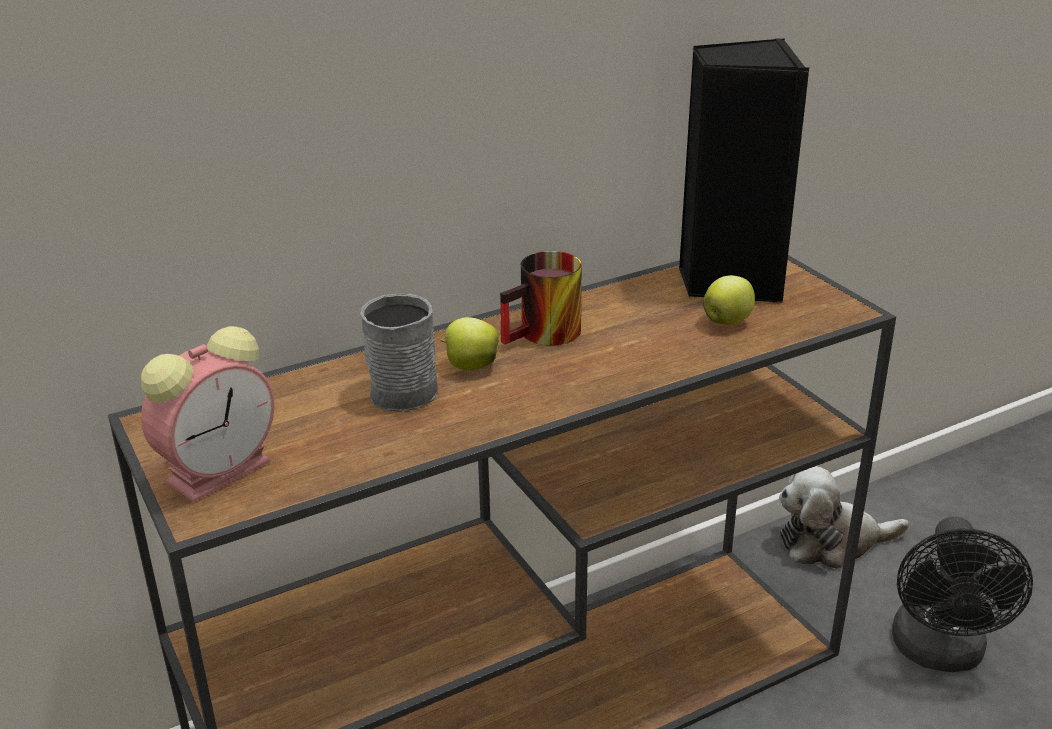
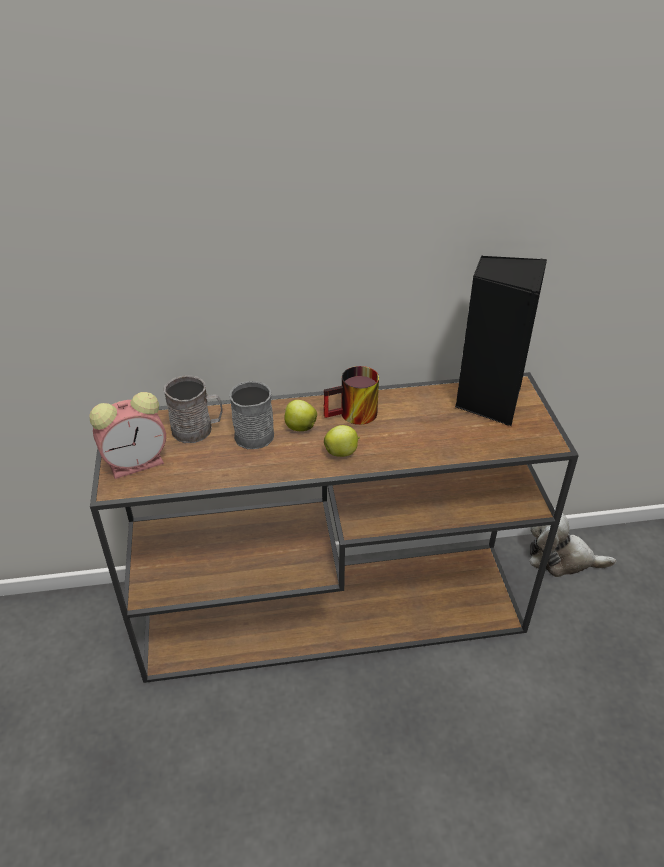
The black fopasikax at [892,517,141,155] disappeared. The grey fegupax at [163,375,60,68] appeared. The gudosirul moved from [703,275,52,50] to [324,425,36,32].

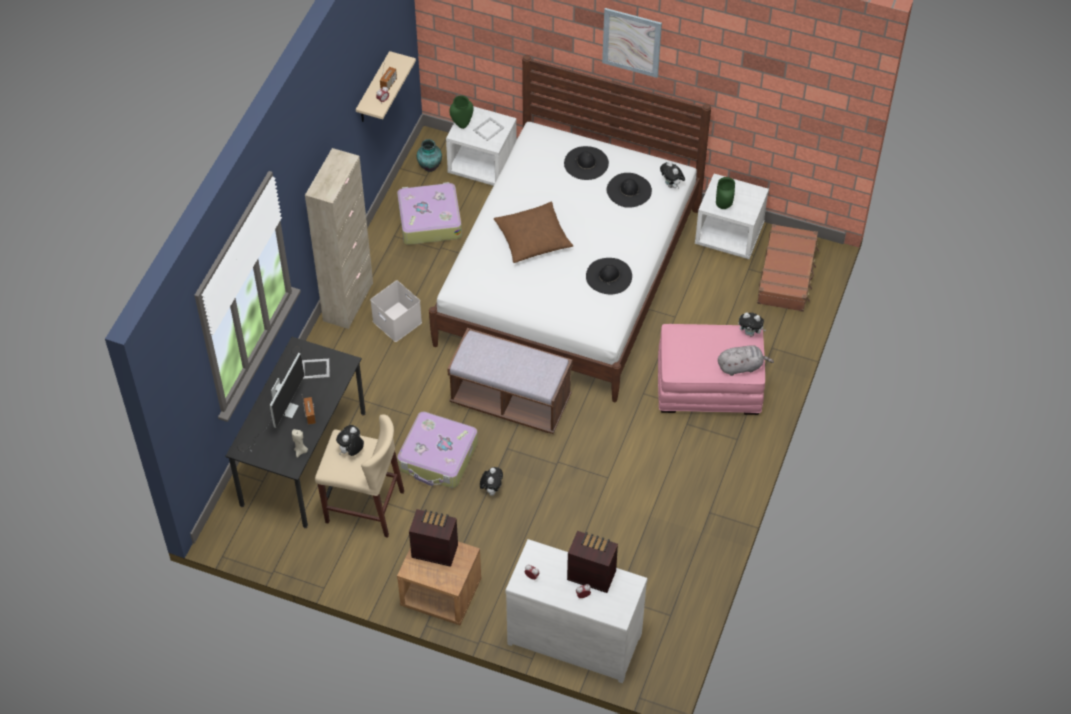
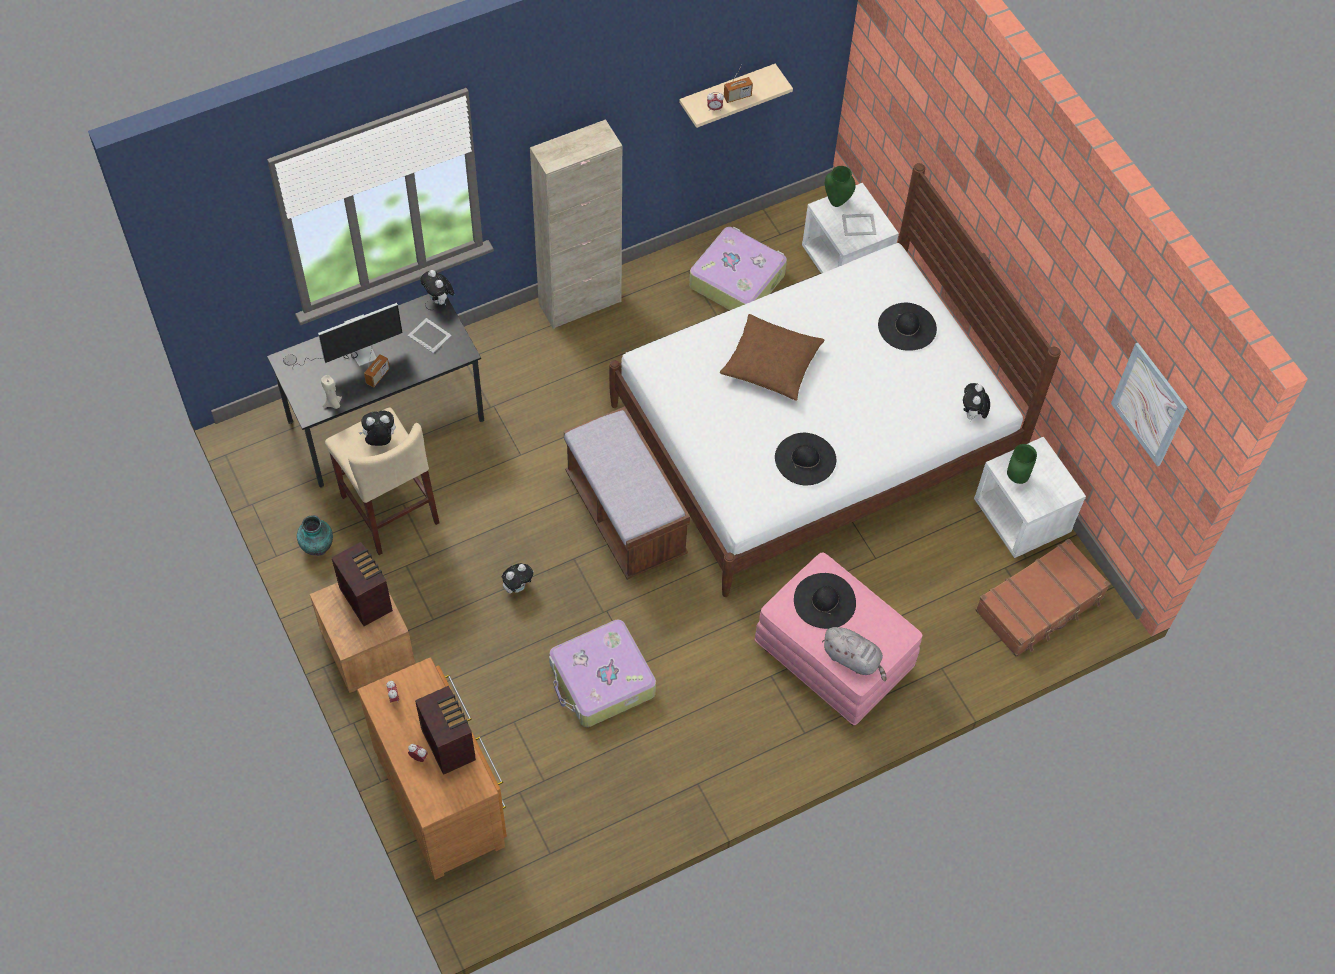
The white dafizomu at [370,280,52,62] disappeared. The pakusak moved from [397,412,81,76] to [549,619,107,108]. The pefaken moved from [417,139,25,33] to [297,515,36,41]. The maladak moved from [602,8,60,70] to [1111,343,76,124]. The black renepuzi moved from [606,173,46,35] to [794,573,62,56]. The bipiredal moved from [738,313,28,23] to [420,270,34,36]. The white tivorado at [505,539,142,144] became the brown tivorado at [357,657,150,223].

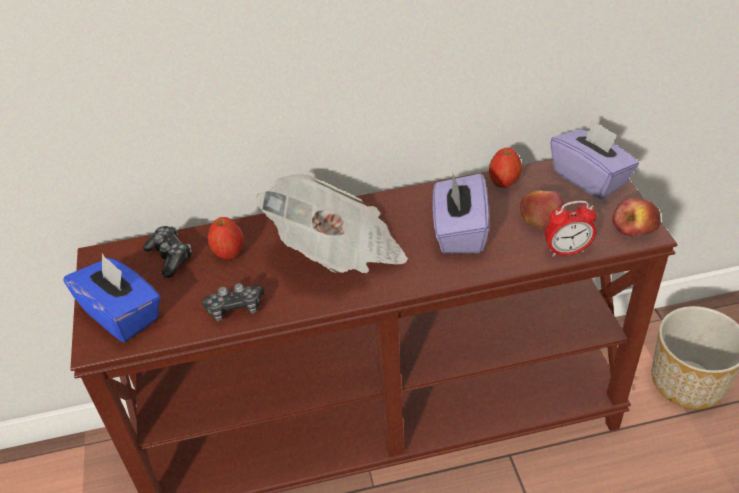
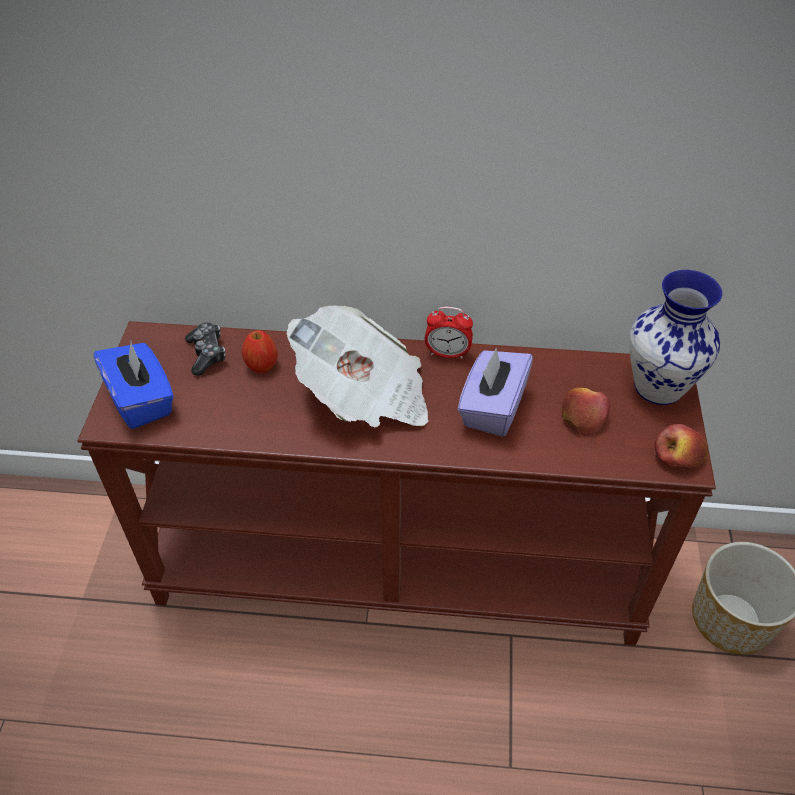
The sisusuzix at [202,283,62,38] disappeared. The gudosirul at [489,148,33,40] disappeared. The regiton moved from [545,201,52,56] to [425,306,48,53]. The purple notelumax at [550,120,89,80] was replaced by the pefaken at [629,270,93,135].

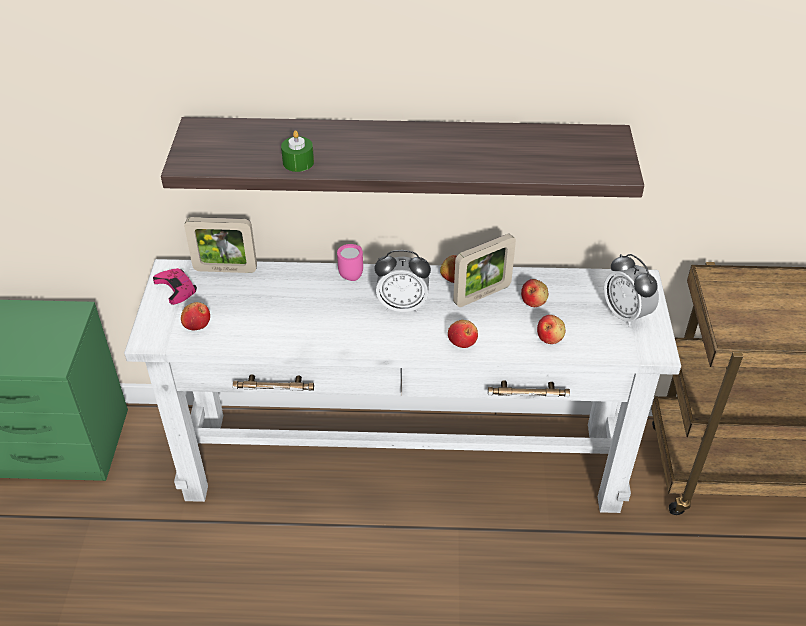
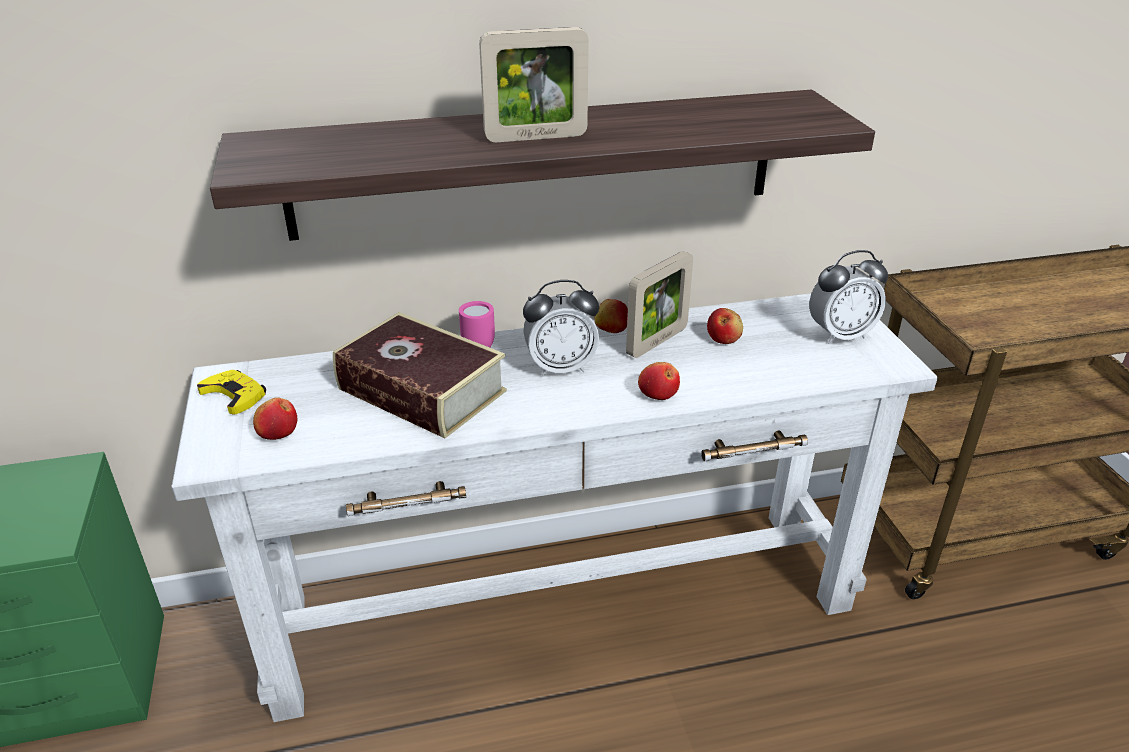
The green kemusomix at [281,130,33,42] disappeared. The gudosirul at [537,315,29,29] disappeared. The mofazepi at [333,312,174,126] appeared. The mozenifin moved from [184,217,73,56] to [479,27,110,115]. The pink sisusuzix at [153,268,44,37] became the yellow sisusuzix at [197,370,69,44]. The regiton at [604,254,55,73] turned 60 degrees counterclockwise.

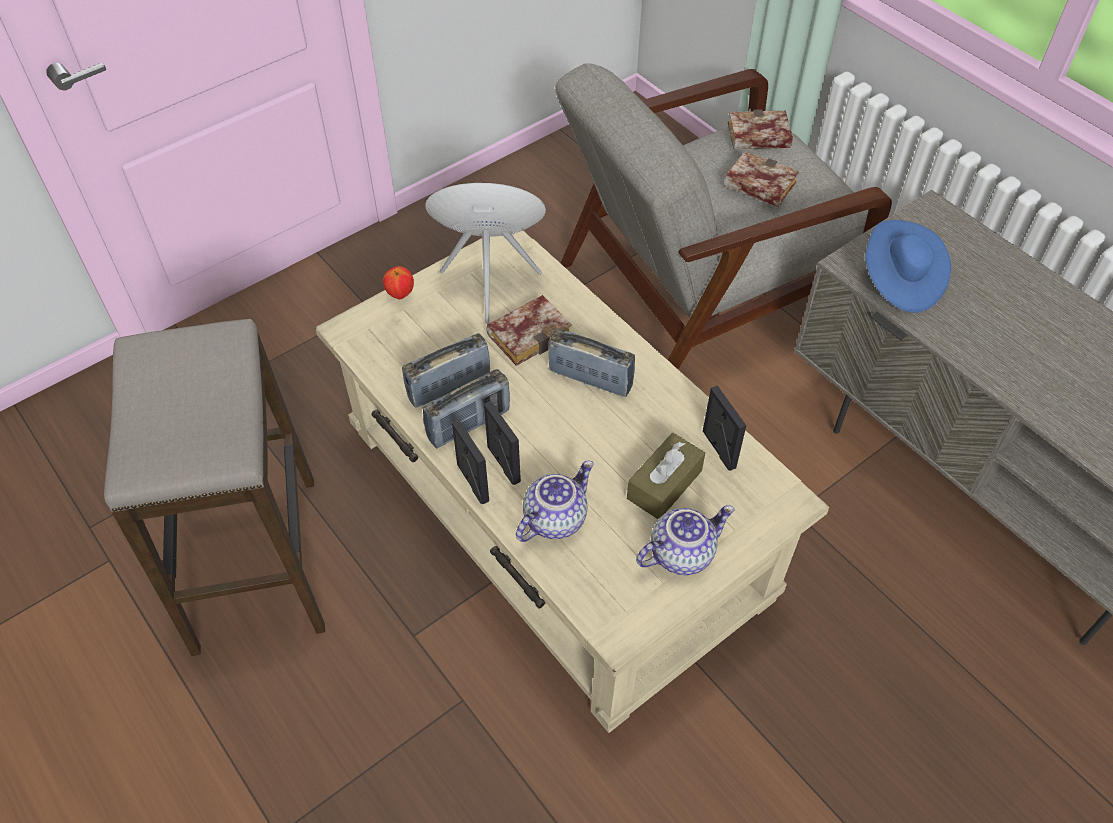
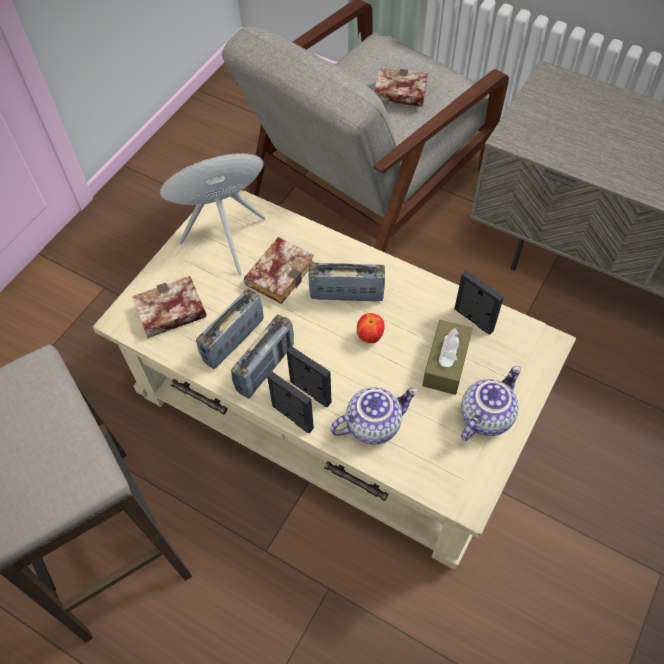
The blue renepuzi at [865,220,86,93] disappeared. The gudosirul moved from [383,266,31,33] to [357,313,28,30]. The mofazepi moved from [728,109,65,40] to [132,276,75,62]. The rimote at [516,460,78,82] turned 45 degrees clockwise.

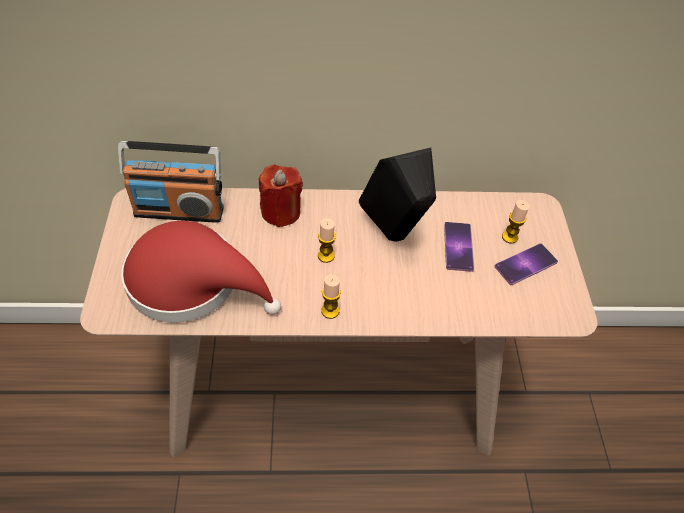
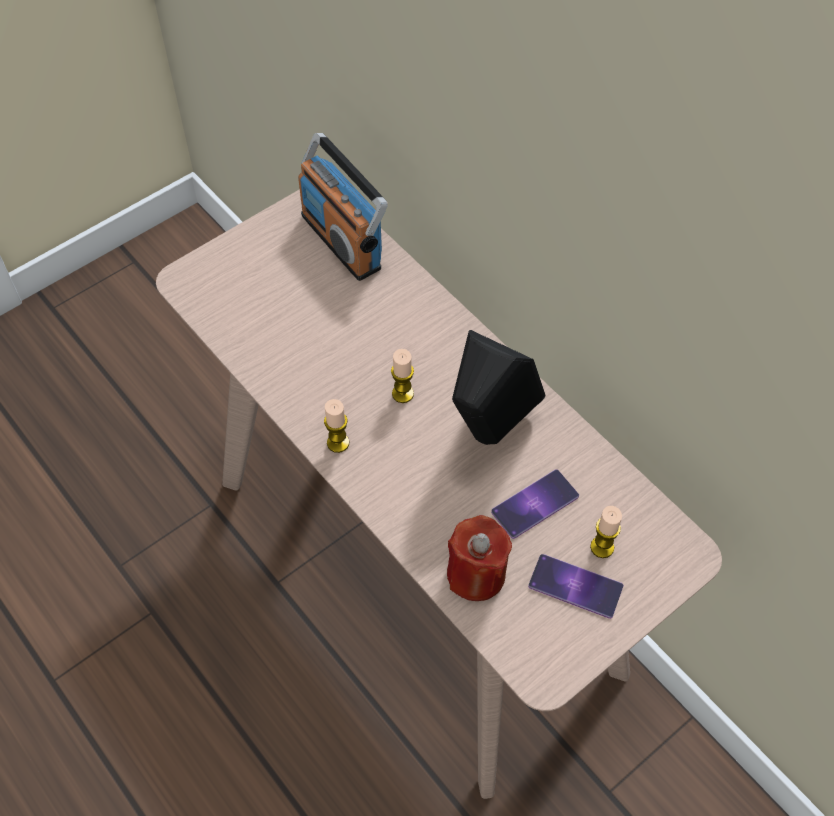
The red renepuzi at [121,221,160,102] disappeared. The red kemusomix moved from [259,165,44,62] to [447,515,65,86].

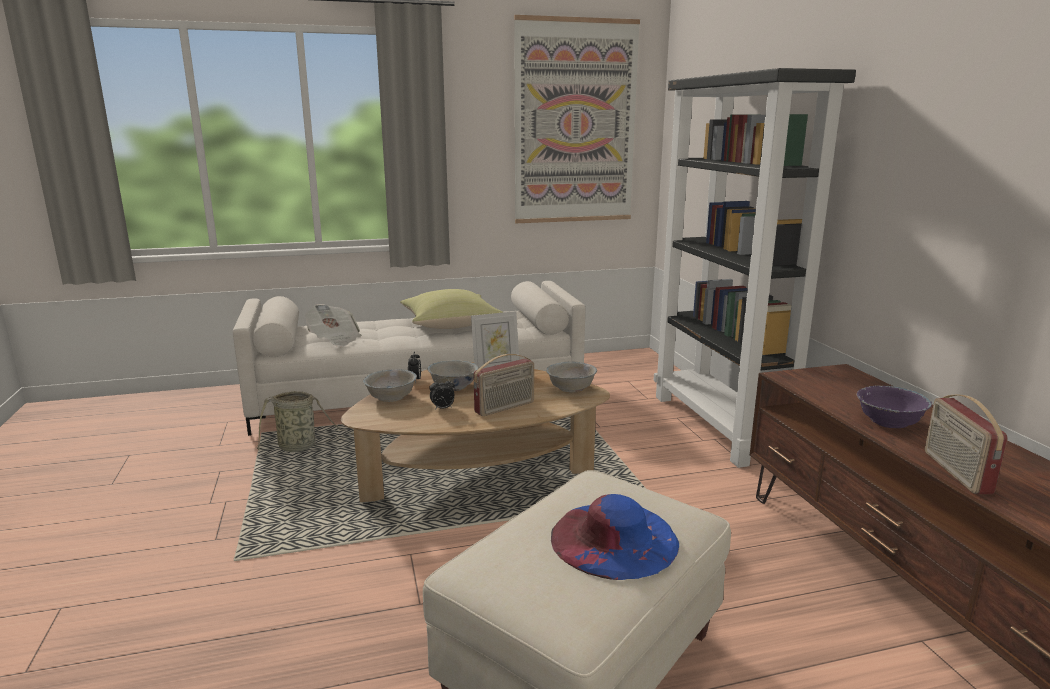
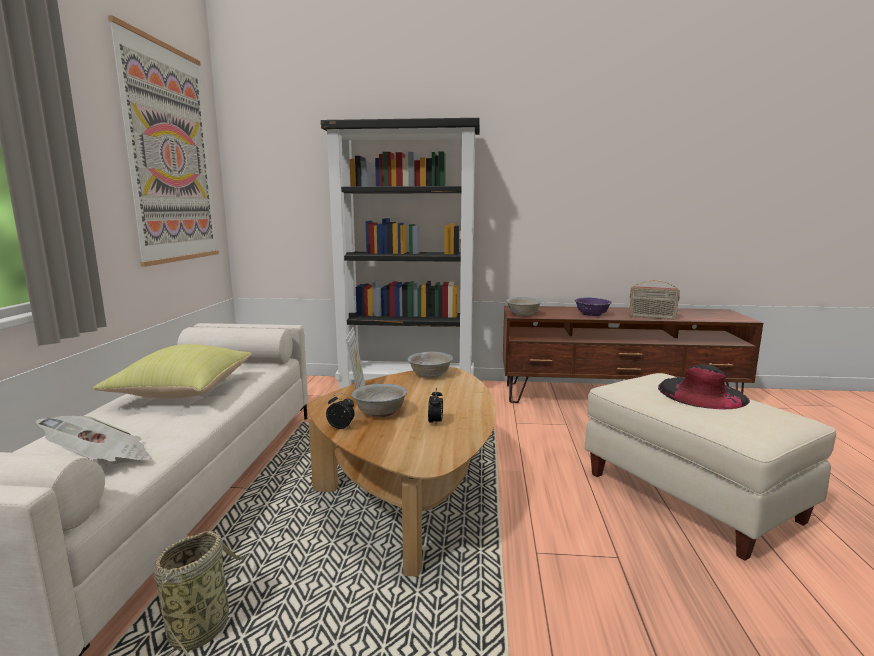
The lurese at [473,354,61,62] disappeared. The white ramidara moved from [363,369,54,33] to [506,297,36,19]. The blue renepuzi at [551,494,128,86] became the black renepuzi at [658,364,92,45].

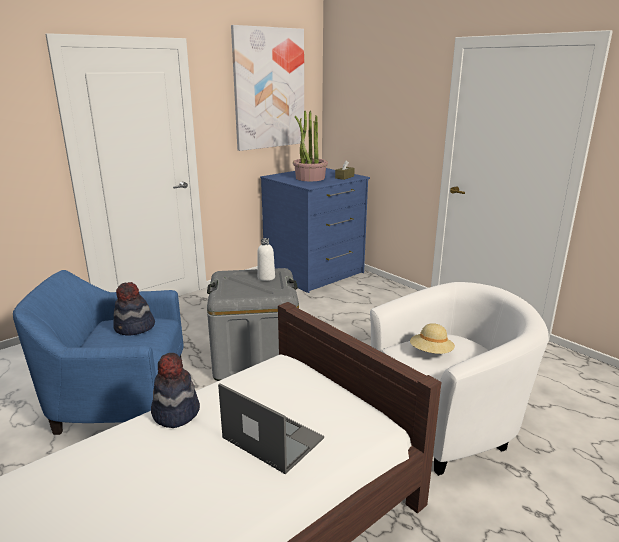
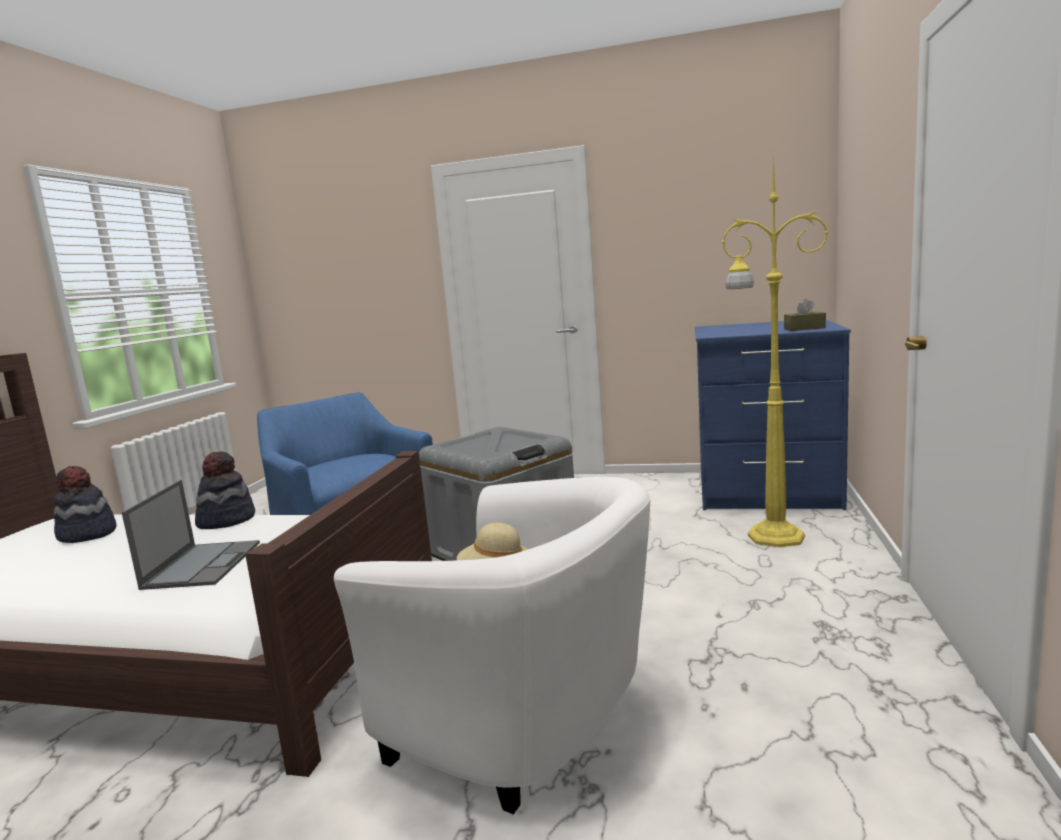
The maladak at [231,25,73,126] disappeared. The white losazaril at [257,238,18,43] disappeared. The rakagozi at [293,111,35,70] disappeared. The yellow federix at [722,155,106,392] appeared. The renepuzi moved from [113,282,42,54] to [54,466,63,77].

